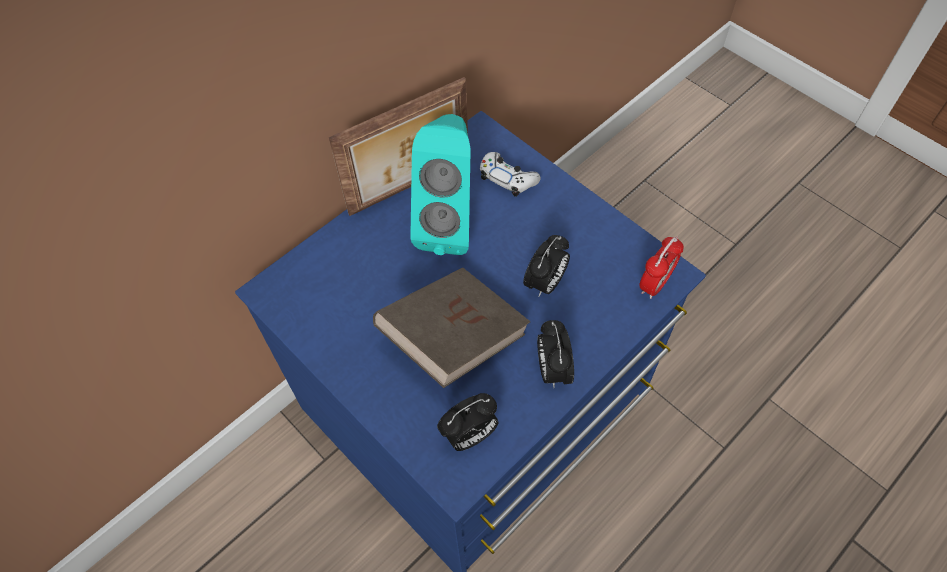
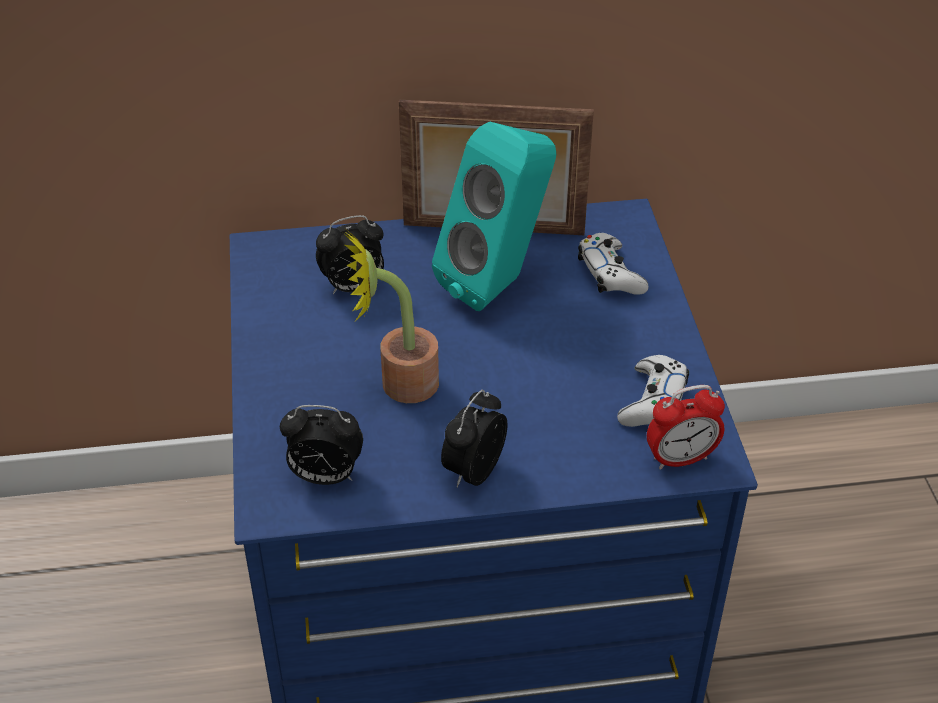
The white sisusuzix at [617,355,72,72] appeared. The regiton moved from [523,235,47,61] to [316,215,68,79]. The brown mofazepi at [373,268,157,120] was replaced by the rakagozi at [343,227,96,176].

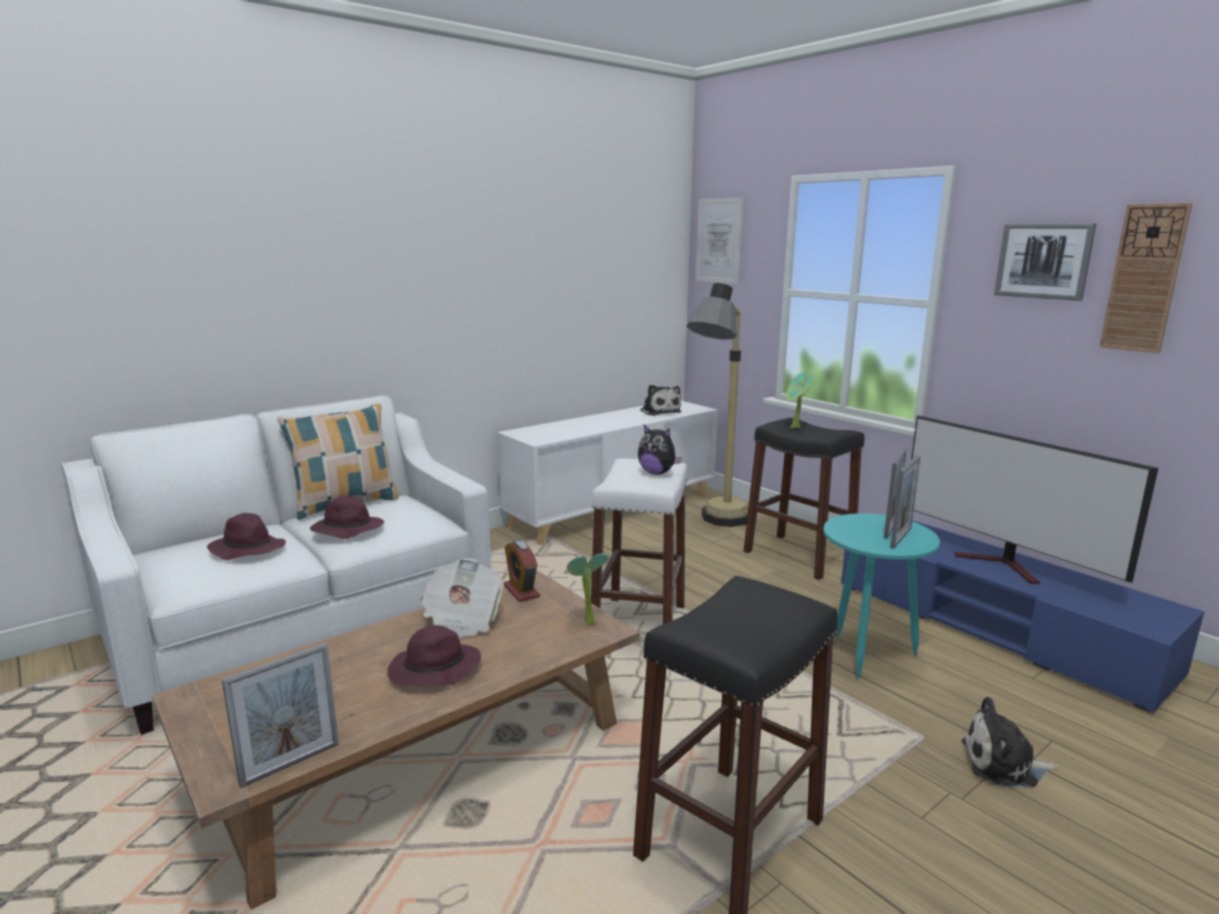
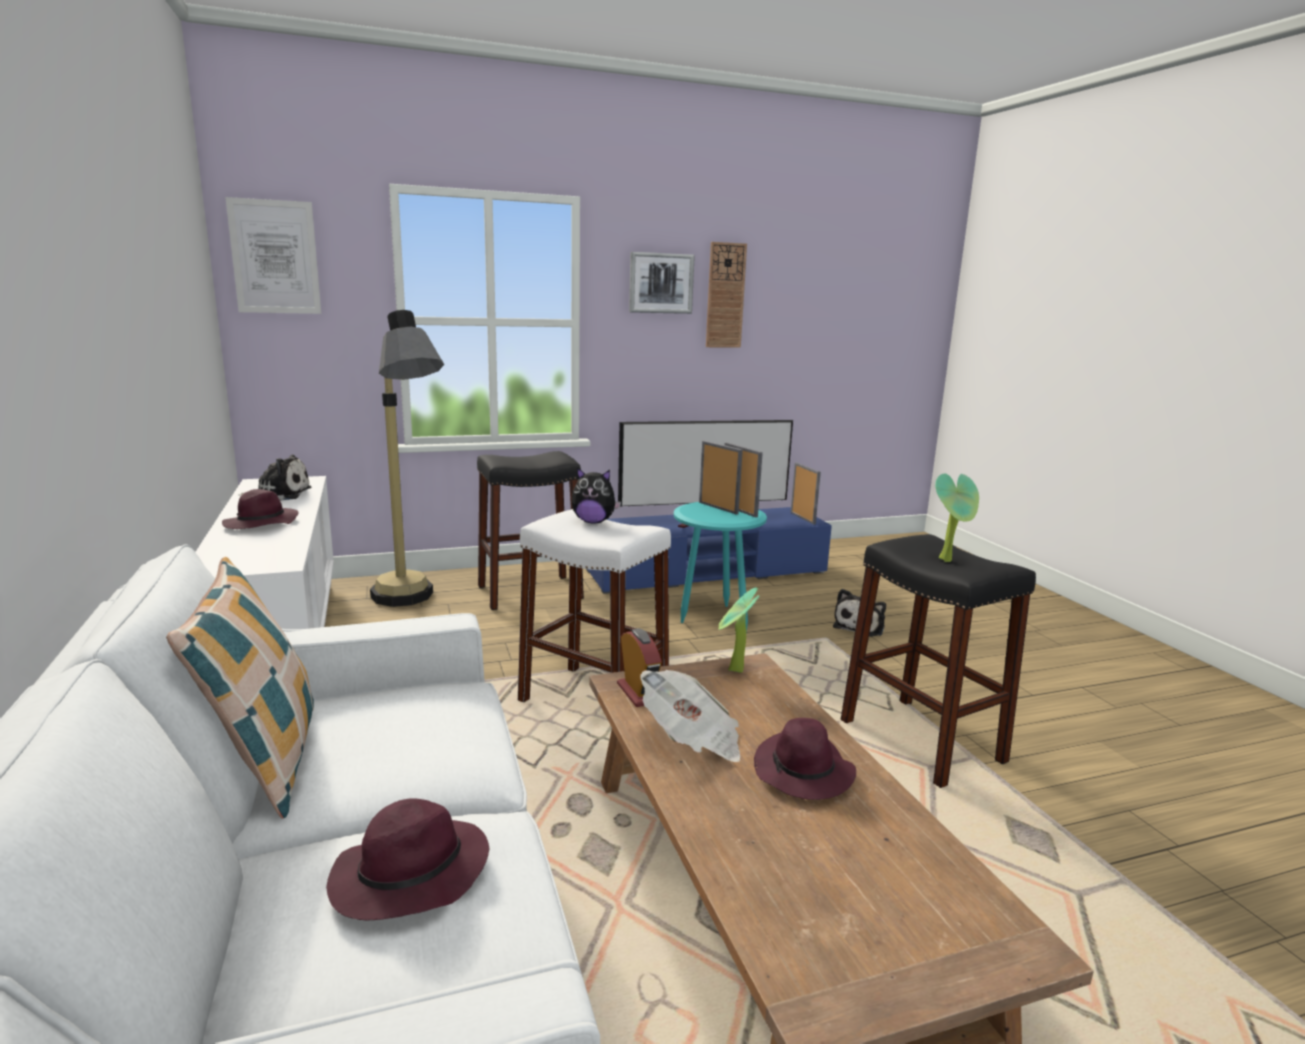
The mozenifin moved from [222,643,117,145] to [791,462,30,63]. The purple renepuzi moved from [310,496,74,43] to [222,489,77,40]. The rakagozi moved from [786,372,28,56] to [935,474,44,88]. The regiton at [504,540,36,62] turned 105 degrees counterclockwise. The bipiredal at [638,425,44,50] turned 45 degrees clockwise.

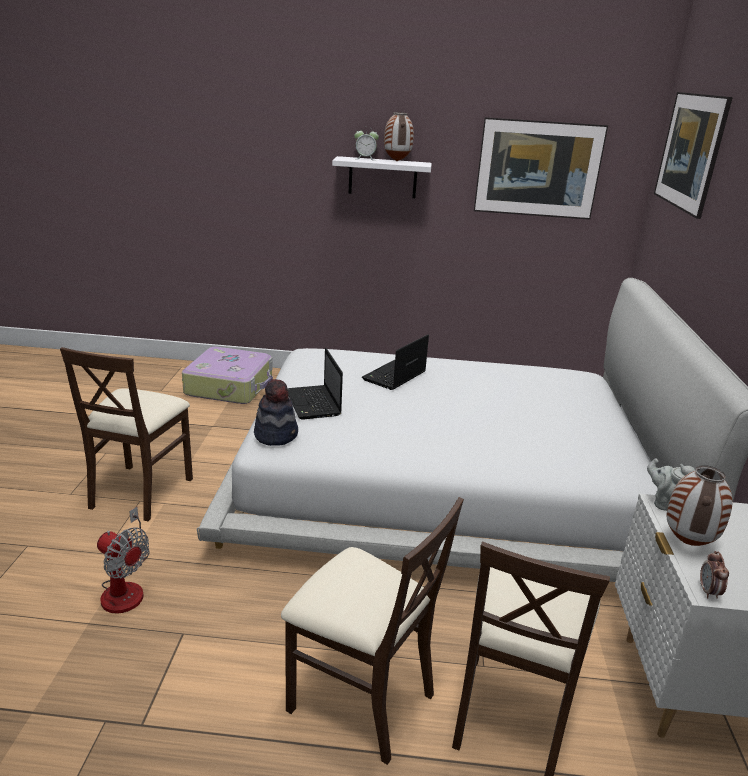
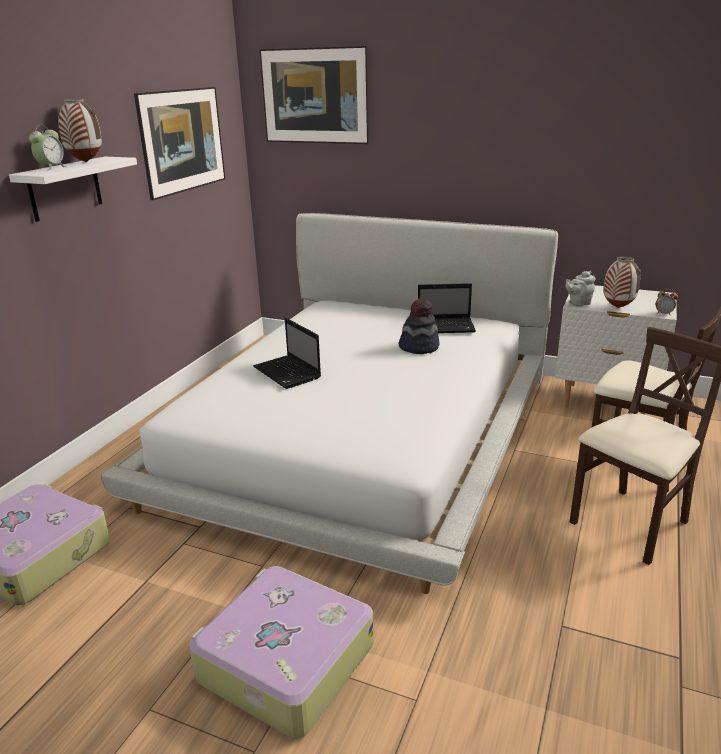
The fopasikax at [97,507,53,107] disappeared. The renepuzi moved from [254,379,44,67] to [399,298,41,56]. The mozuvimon moved from [287,348,56,72] to [418,283,58,50]. The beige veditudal at [60,347,133,174] was replaced by the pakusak at [189,566,184,173].

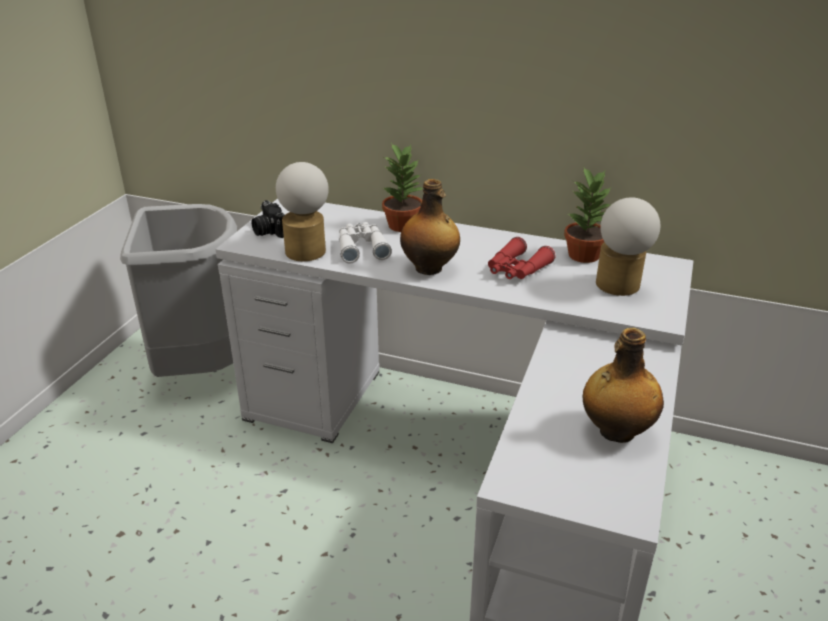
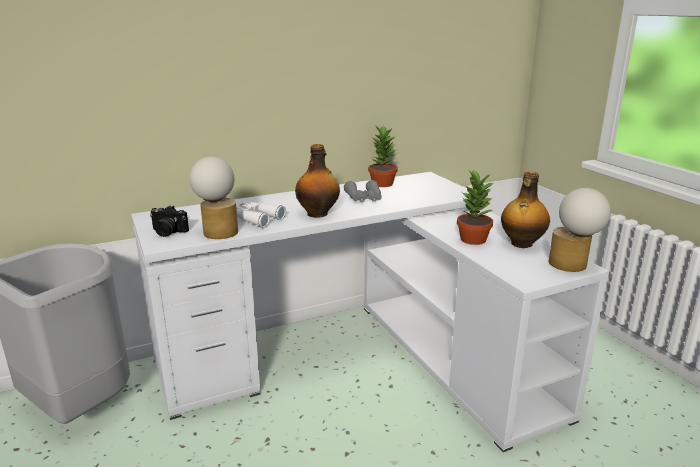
The rakagozi moved from [382,143,42,89] to [457,169,37,76]. The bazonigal moved from [596,198,64,98] to [549,188,62,84]. The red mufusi at [488,237,68,42] became the grey mufusi at [344,180,38,22].

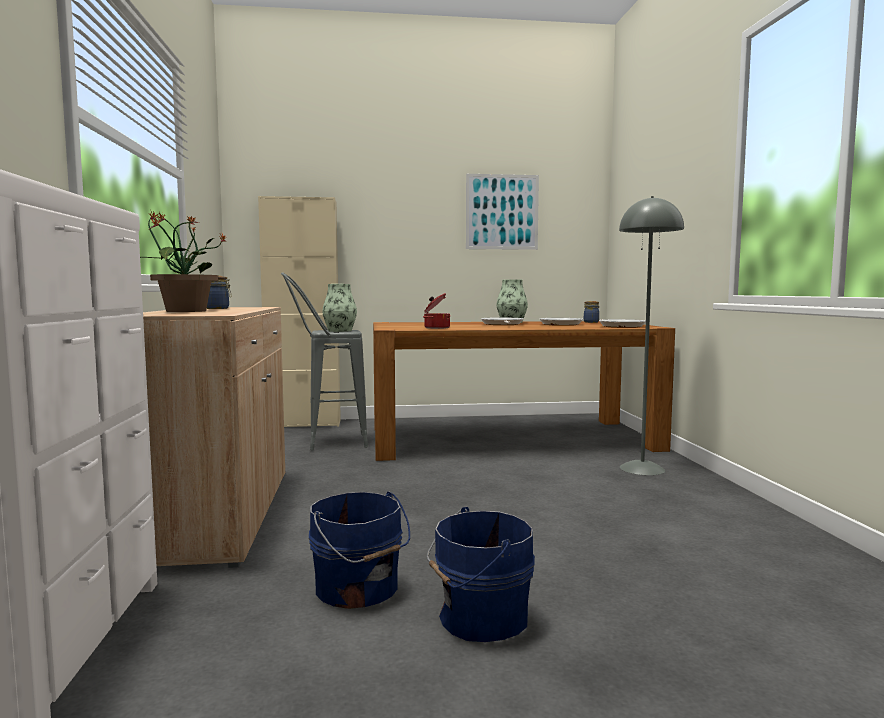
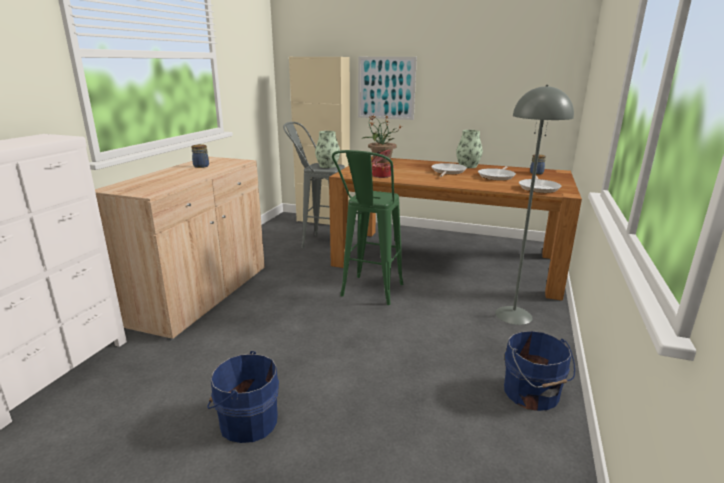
The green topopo at [332,150,71,155] appeared. The rakagozi moved from [140,210,87,102] to [361,115,40,48]. The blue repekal moved from [309,491,101,118] to [504,331,71,80]. The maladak moved from [466,174,73,76] to [358,57,59,63].

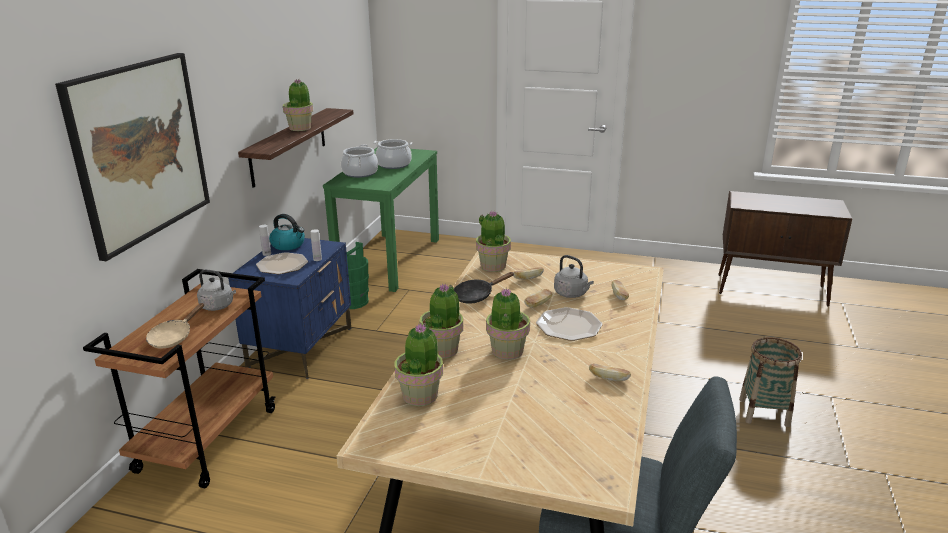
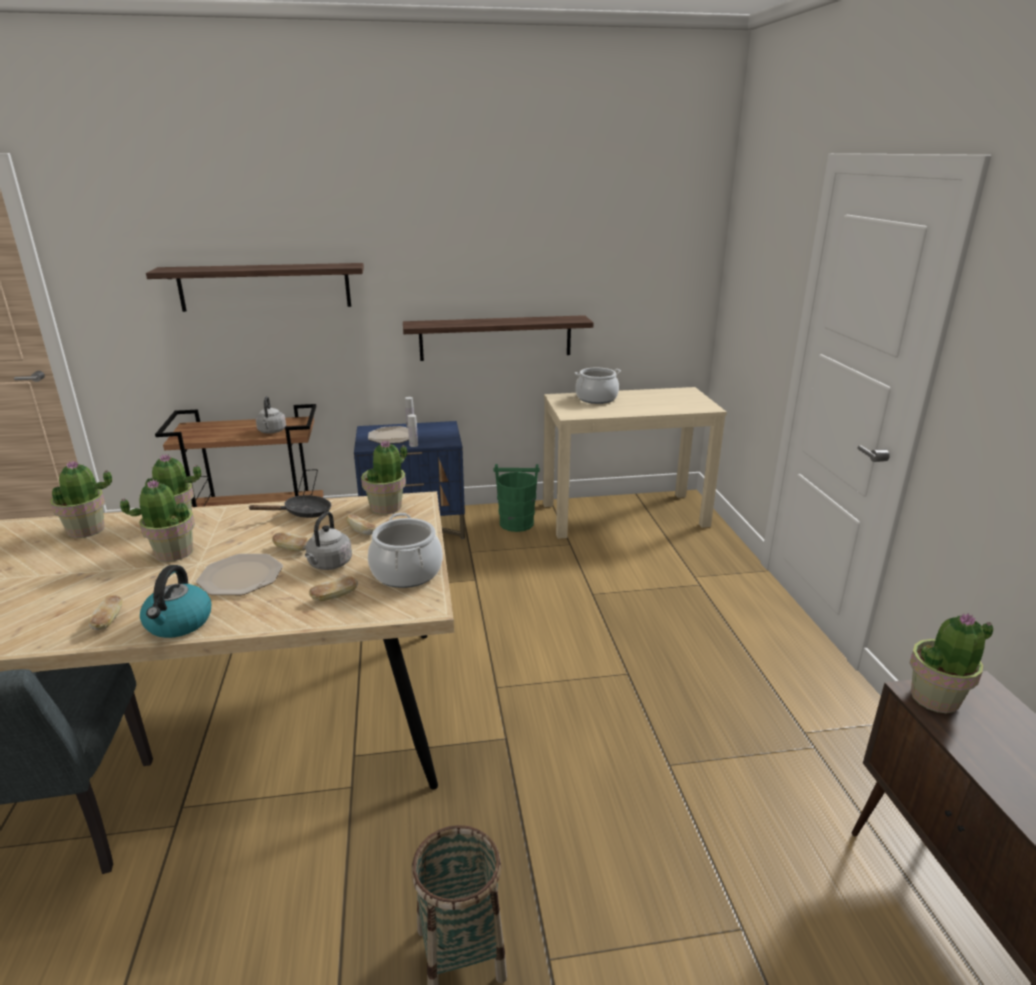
The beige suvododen at [146,303,58,45] disappeared. The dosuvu moved from [269,214,36,36] to [140,565,71,73]. The rakagozi moved from [283,79,30,52] to [910,613,83,100]. The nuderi moved from [373,139,39,30] to [368,513,75,75]. The maladak at [55,53,155,208] was replaced by the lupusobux at [146,263,218,49]. The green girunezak at [323,148,116,144] became the beige girunezak at [543,387,184,152]. The black suvododen at [454,272,60,32] turned 120 degrees clockwise.

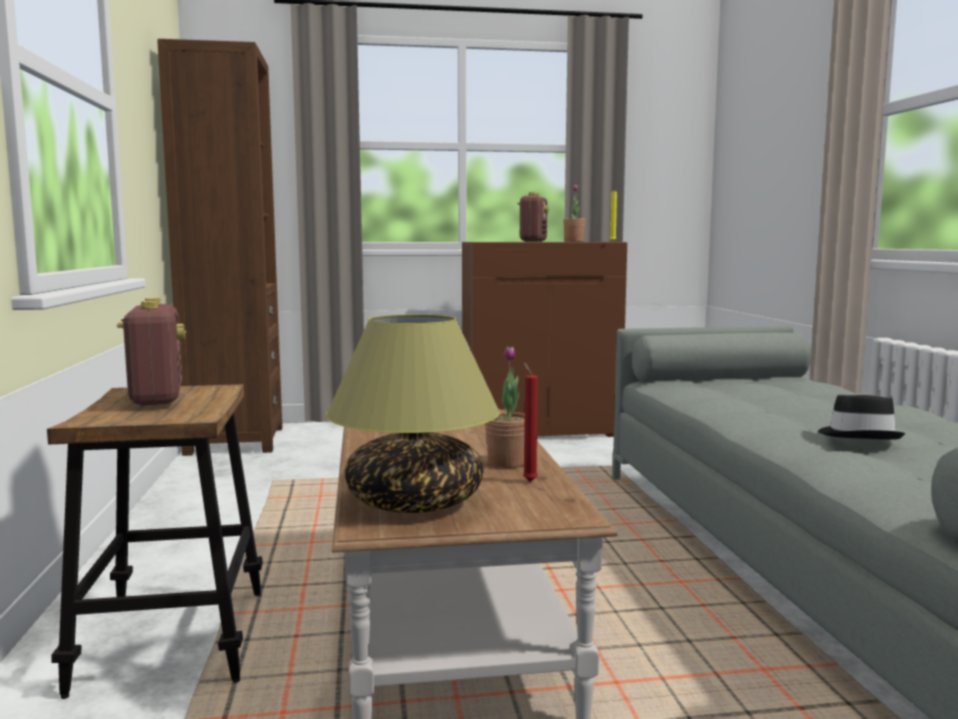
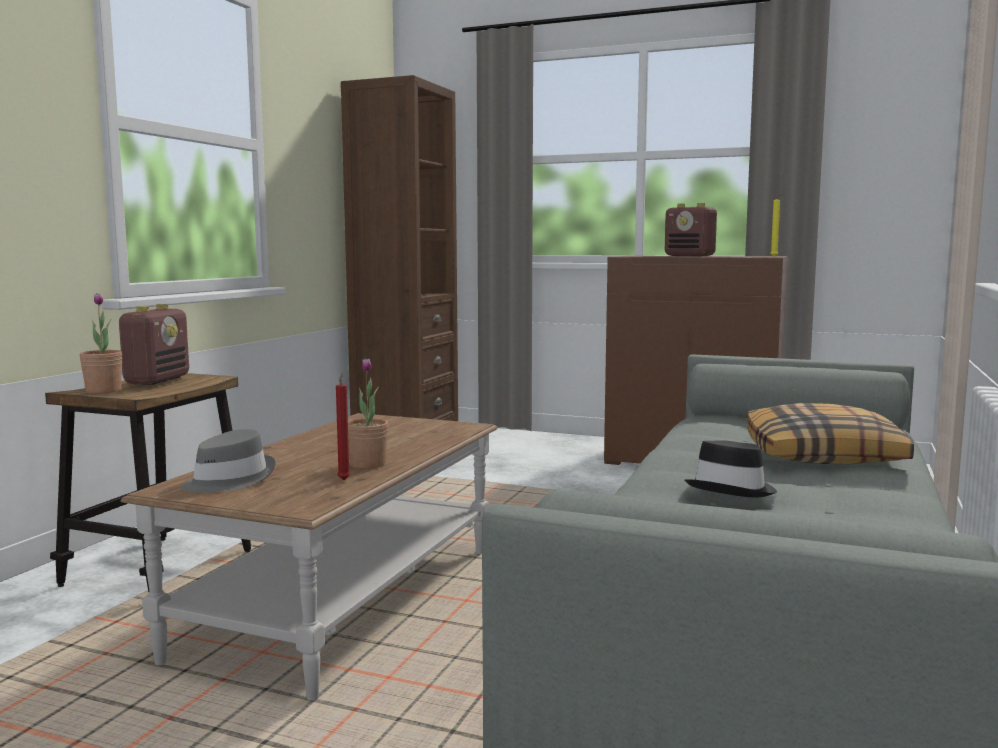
The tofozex at [747,403,167,61] appeared. The rakagozi moved from [563,185,23,57] to [79,293,43,101]. The bazonigal at [326,314,174,199] was replaced by the grey renepuzi at [181,429,94,64]. The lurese at [517,192,32,50] turned 90 degrees clockwise.

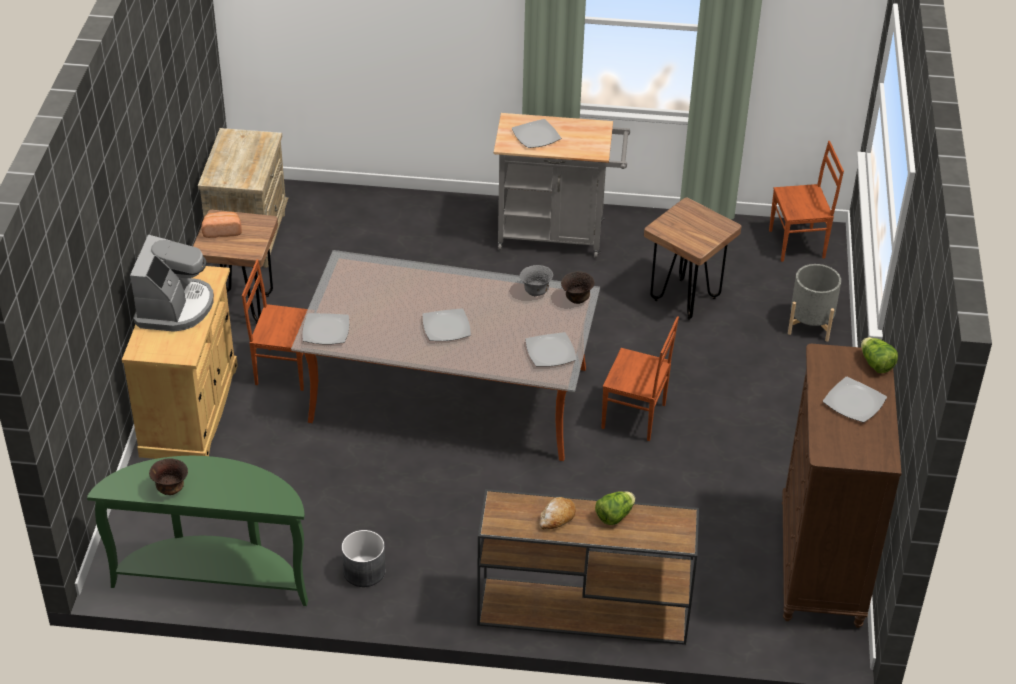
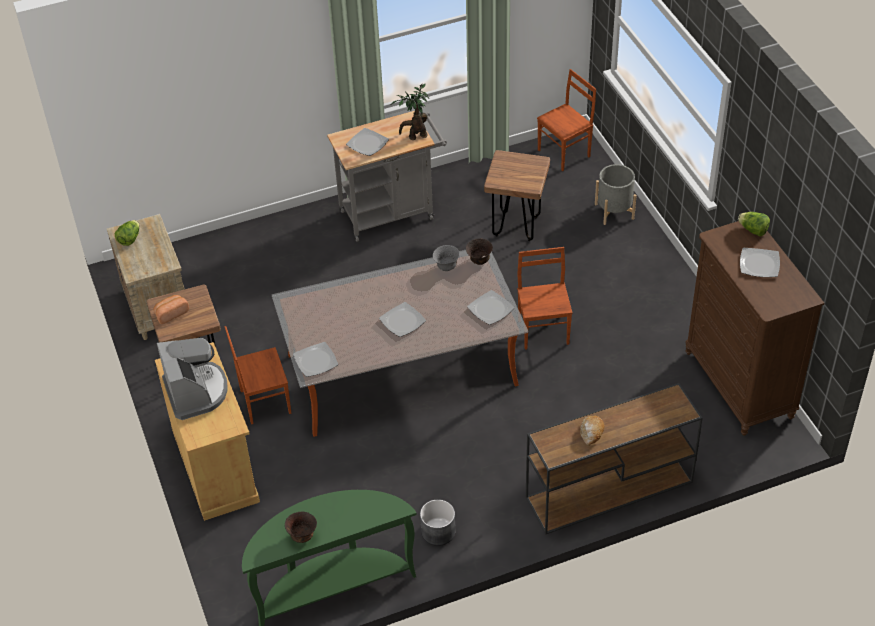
The rakagozi at [391,84,38,56] appeared. The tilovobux moved from [595,491,40,34] to [115,220,25,26]. The brown veditudal at [601,316,78,125] turned 90 degrees counterclockwise.

